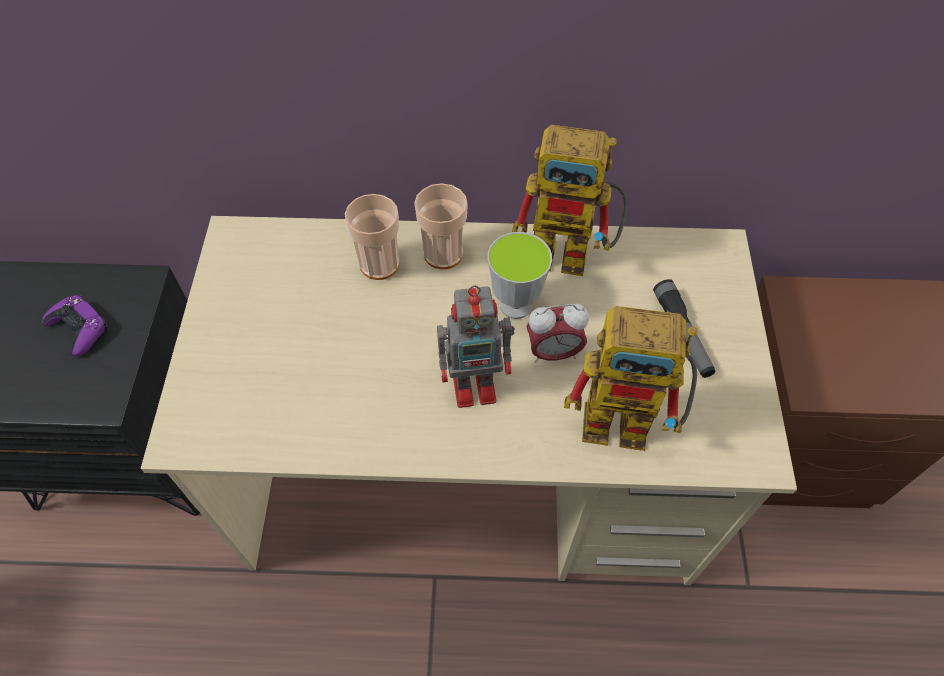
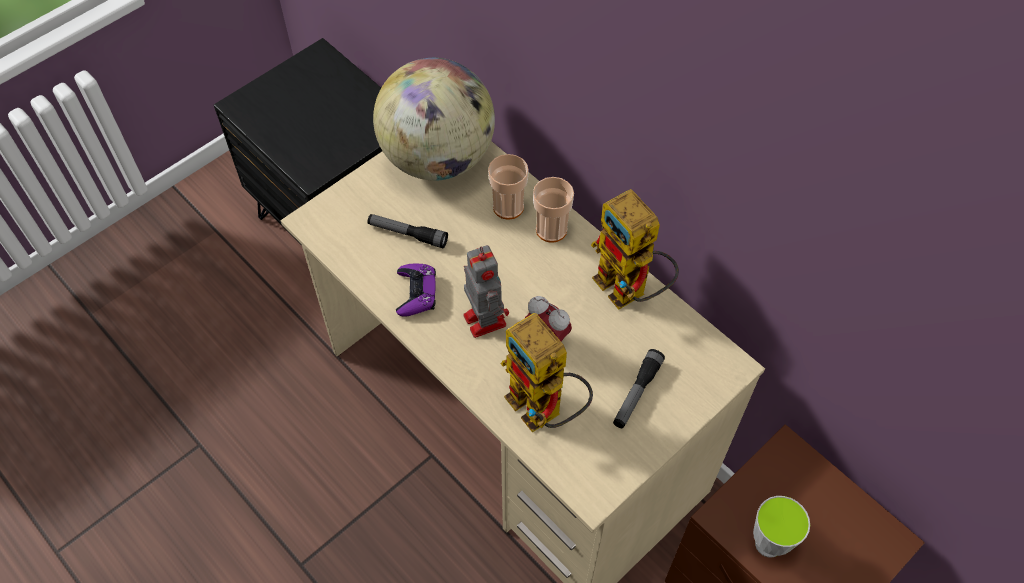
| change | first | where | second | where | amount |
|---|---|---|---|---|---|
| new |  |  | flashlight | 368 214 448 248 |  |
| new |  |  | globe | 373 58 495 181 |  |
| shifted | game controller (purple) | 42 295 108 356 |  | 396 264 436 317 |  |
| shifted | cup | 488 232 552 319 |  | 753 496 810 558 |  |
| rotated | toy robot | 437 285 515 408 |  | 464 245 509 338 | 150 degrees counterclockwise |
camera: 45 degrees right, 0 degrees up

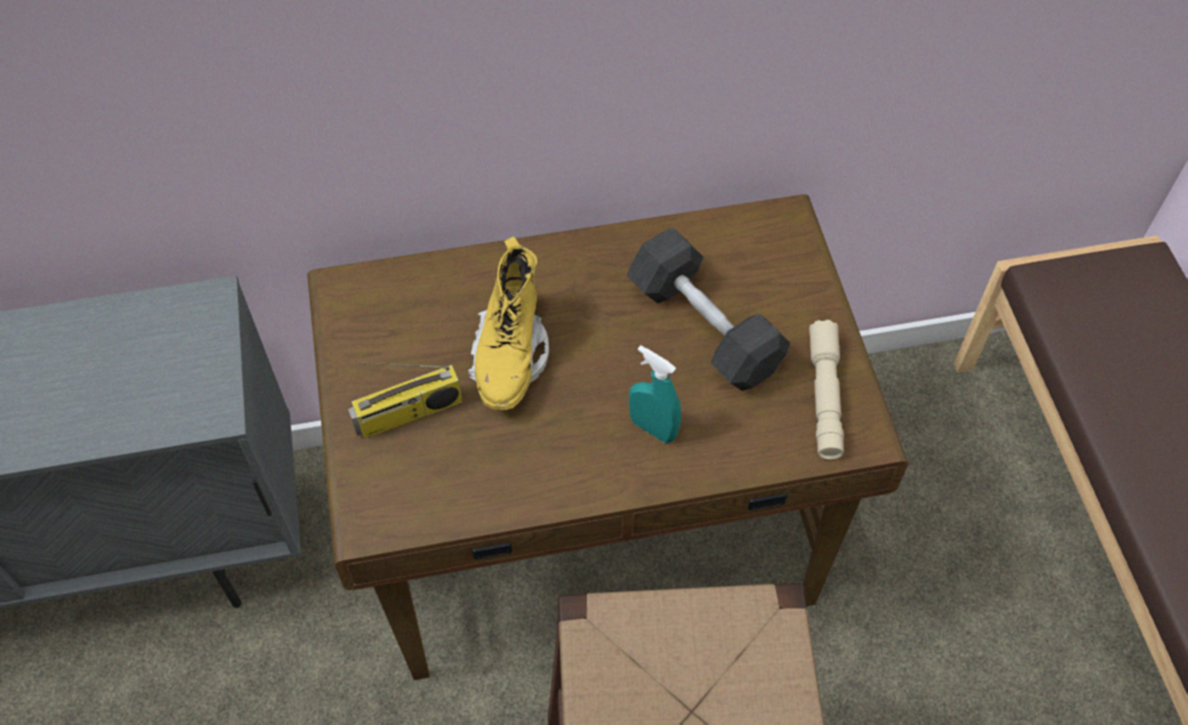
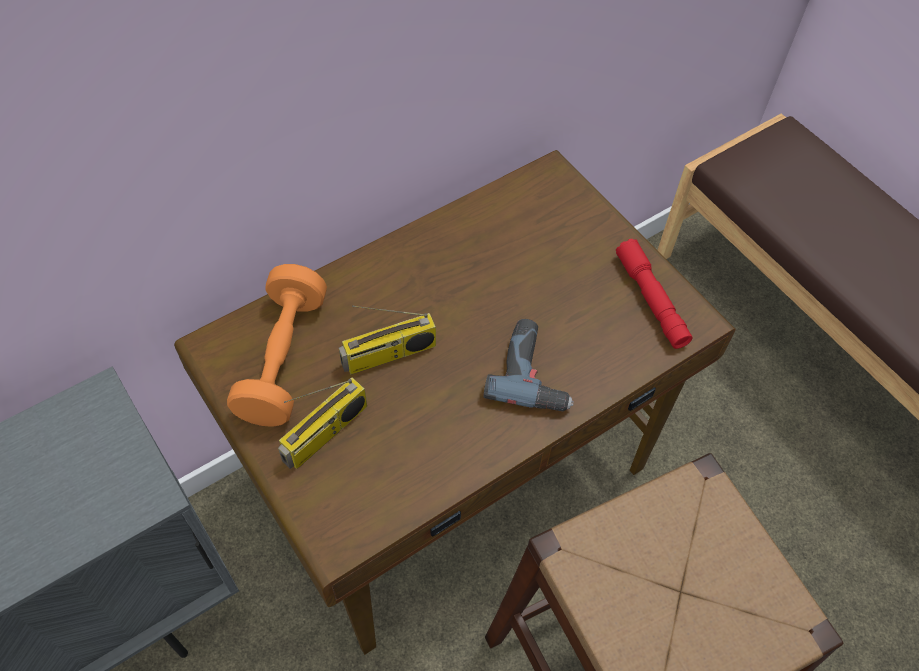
| change | first | where | second | where | amount |
|---|---|---|---|---|---|
| gone | dumbbell (grey) | 627 228 790 391 |  |  |  |
| new |  |  | dumbbell (orange) | 227 264 327 427 |  |
| swapped | boot (yellow) | 468 236 549 410 | radio | 339 305 436 375 |  |
| swapped | spray bottle (turquoise) | 629 345 681 443 | power drill | 483 319 574 411 |  |
| repainted | flashlight (beige) | 809 320 844 460 | flashlight (red) | 616 239 693 349 |  |
camera: 25 degrees left, 0 degrees up

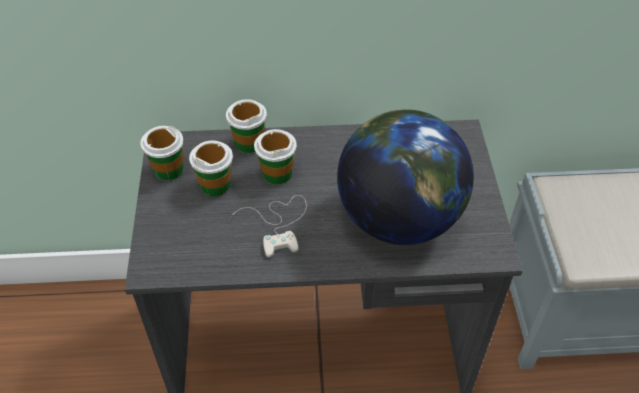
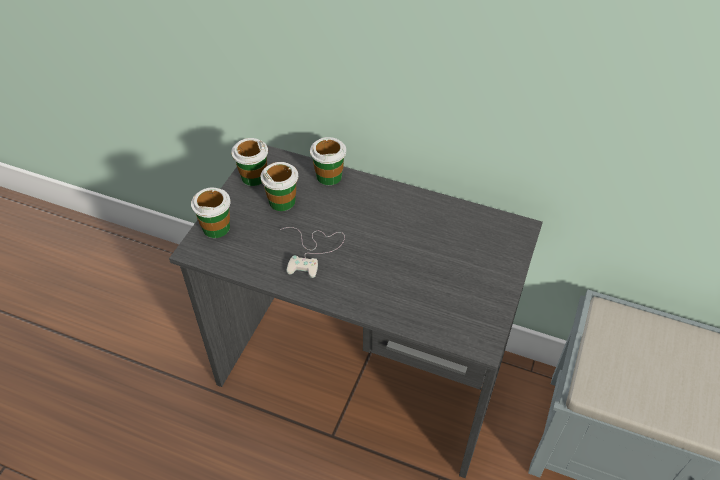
| change | first | where | second | where | amount |
|---|---|---|---|---|---|
| gone | globe | 337 109 474 245 |  |  |  |
| shifted | cup | 254 129 297 185 |  | 191 188 231 238 |  |
camera: 25 degrees right, 0 degrees up

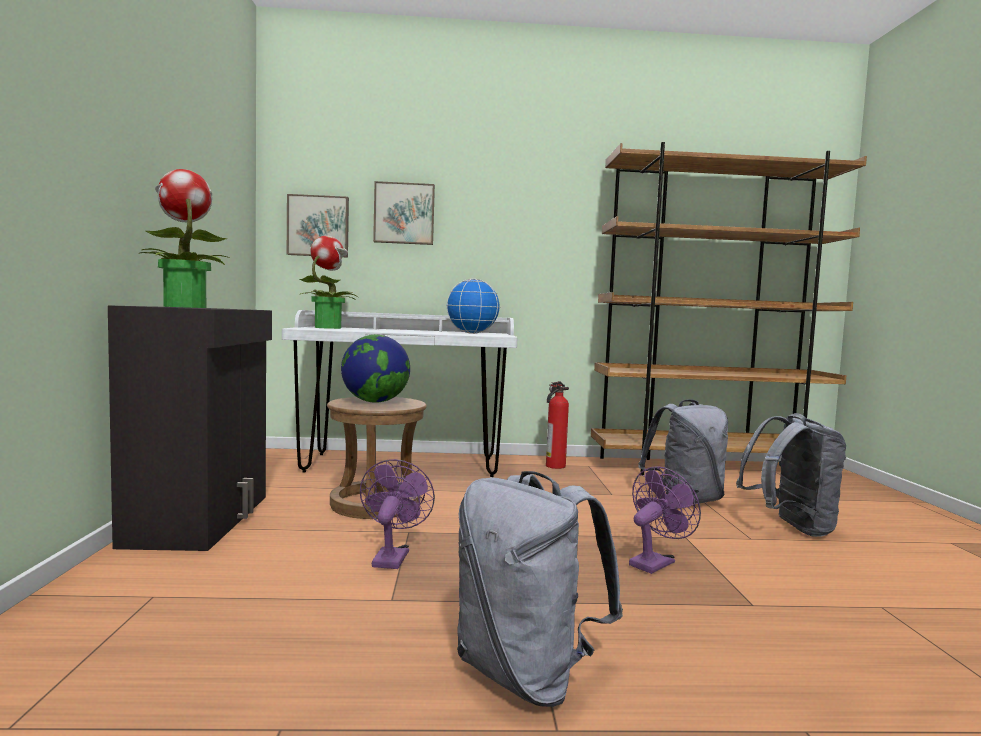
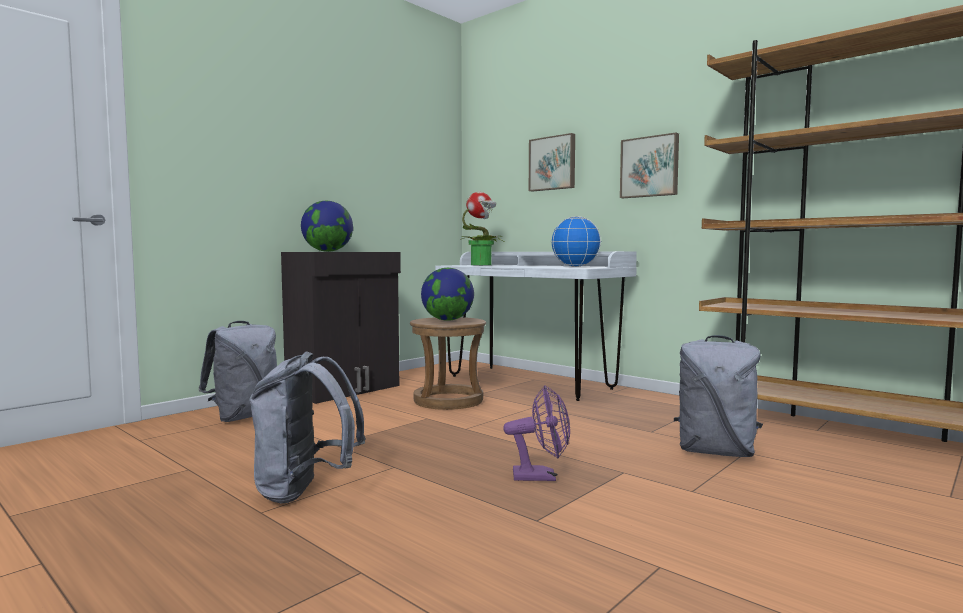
| change | first | where | second | where | amount |
|---|---|---|---|---|---|
| gone | fan (purple) | 360 459 435 569 |  |  |  |
| gone | fire extinguisher | 546 381 569 469 |  |  |  |
| shifted | picture | 287 194 349 257 |  | 620 133 679 198 |  |
| shifted | backpack (grey) | 736 413 846 537 |  | 199 321 277 422 |  |
| swapped | potted plant | 138 169 230 308 | globe | 301 201 353 252 |  |
camera: 45 degrees right, 0 degrees up

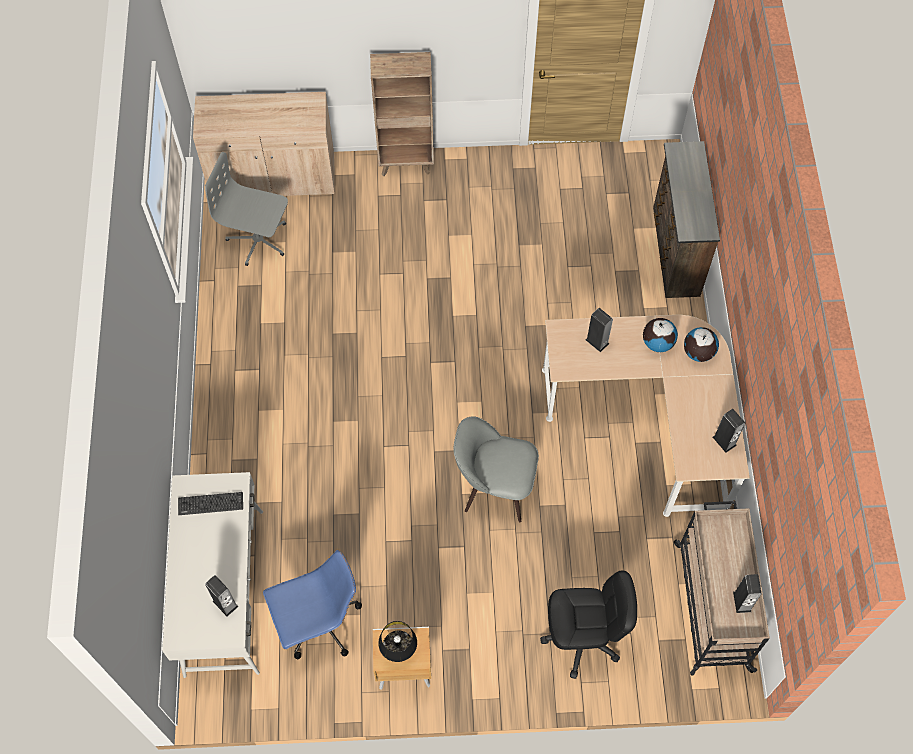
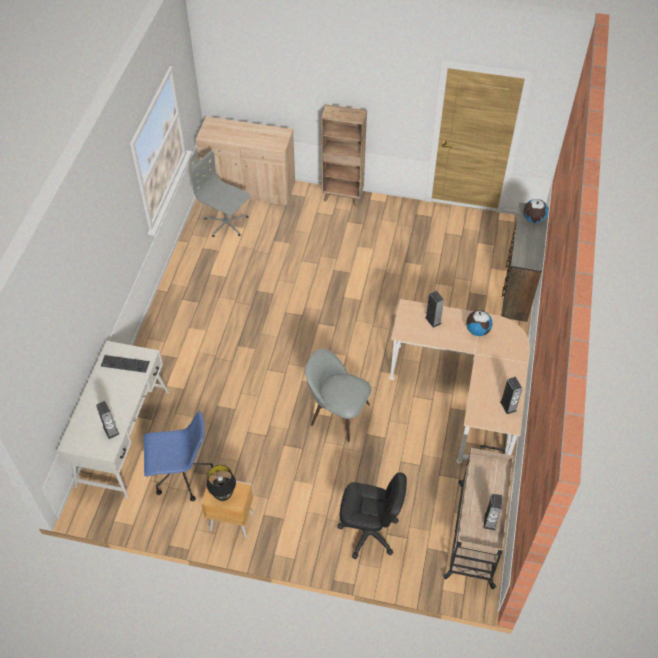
| change | first | where | second | where | amount |
|---|---|---|---|---|---|
| shifted | globe | 684 327 719 362 |  | 524 199 548 223 |  |
camera: 15 degrees right, 10 degrees down

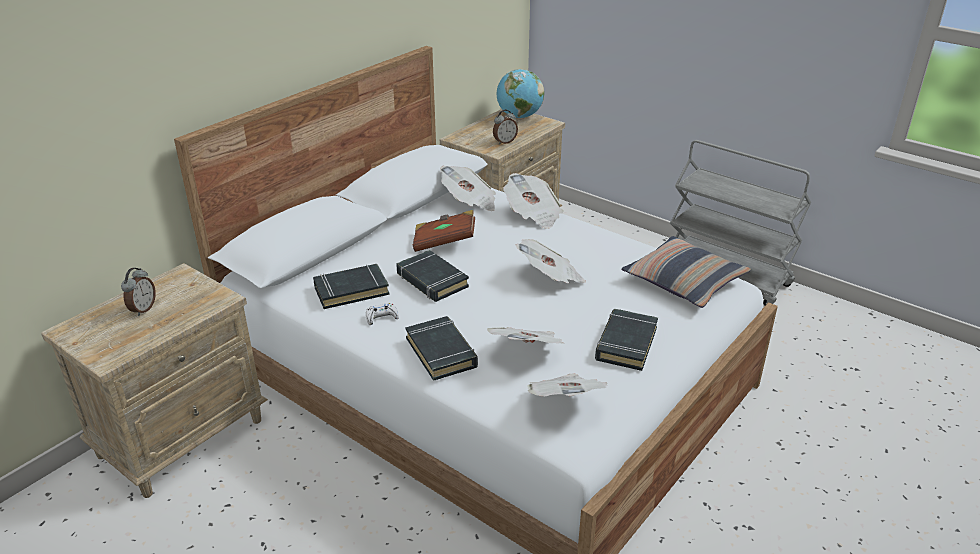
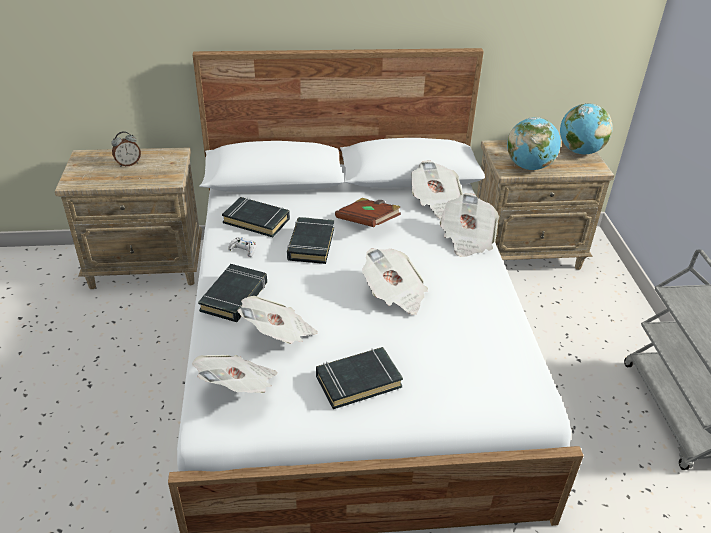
| change | first | where | second | where | amount |
|---|---|---|---|---|---|
| gone | pillow | 621 236 751 308 |  |  |  |
| swapped | alarm clock | 493 110 518 145 | globe | 507 117 561 170 |  |
camera: 45 degrees right, 5 degrees up

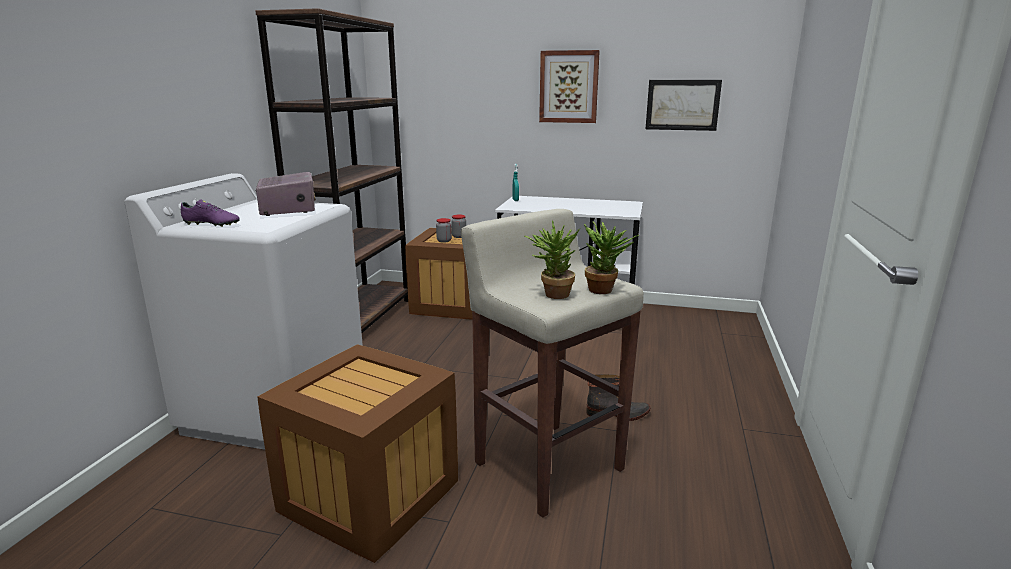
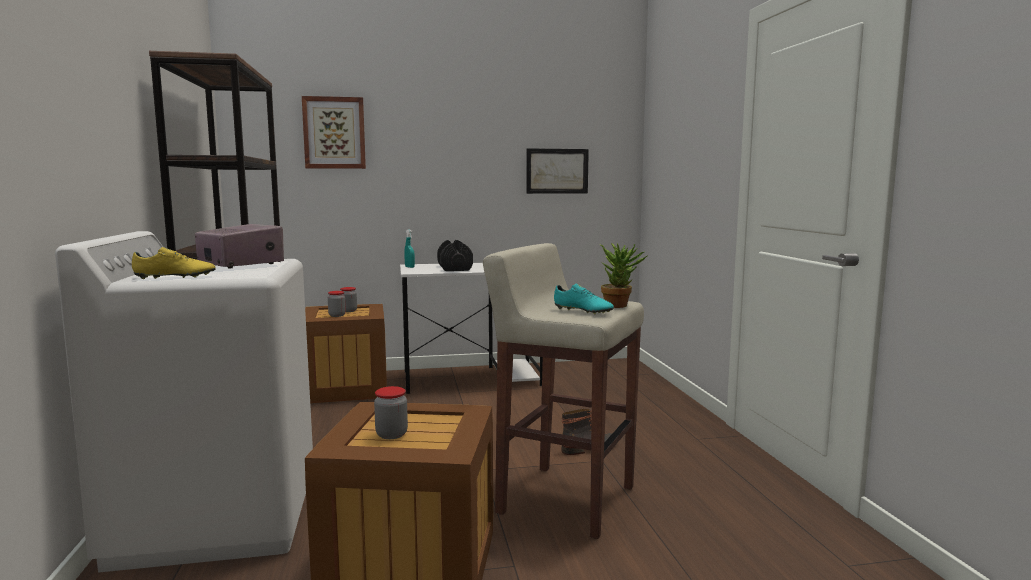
| change | first | where | second | where | amount |
|---|---|---|---|---|---|
| new |  |  | jar | 374 386 408 439 |  |
| new |  |  | dumbbell (black) | 437 240 473 271 |  |
| shifted | picture | 539 50 600 123 |  | 302 96 366 169 |  |
| swapped | potted plant | 524 220 580 299 | shoe (turquoise) | 554 283 614 314 |  |
| repainted | shoe (purple) | 181 199 240 227 | shoe (yellow) | 132 247 216 279 |  |
camera: 25 degrees left, 10 degrees down

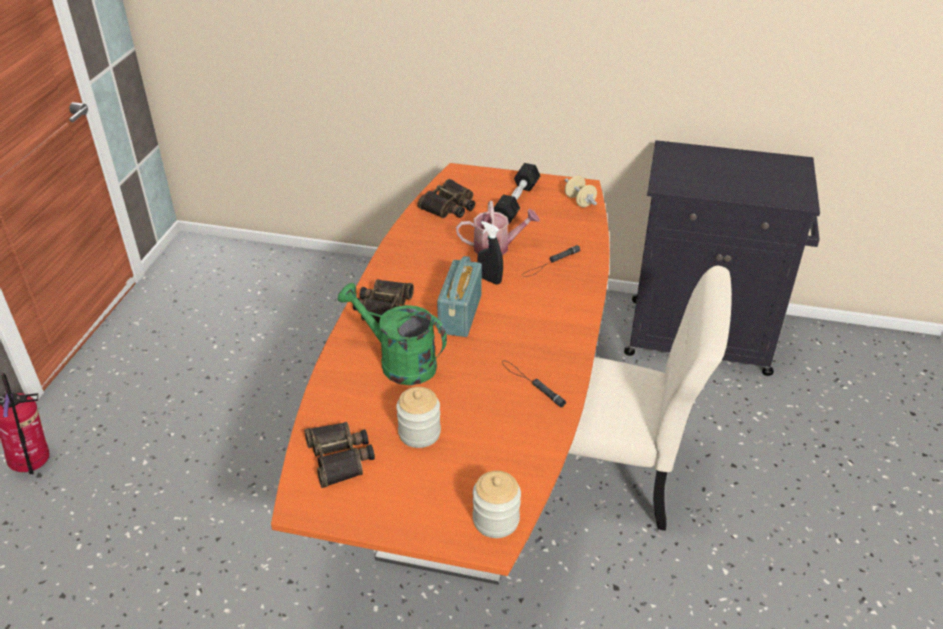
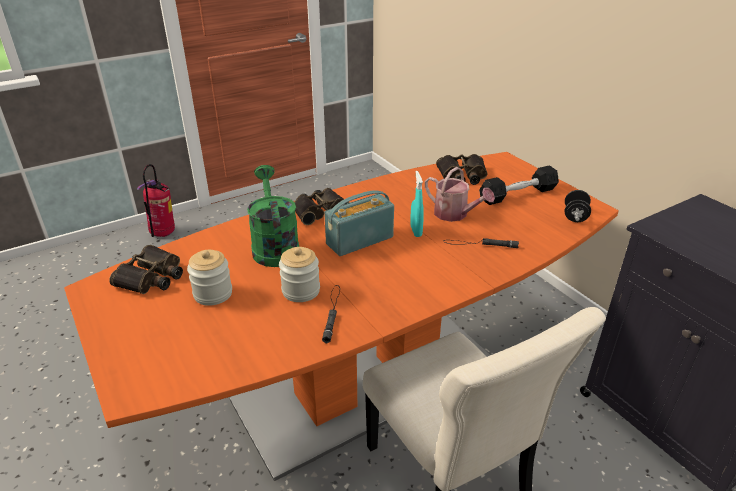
| change | first | where | second | where | amount |
|---|---|---|---|---|---|
| shifted | jar | 473 471 521 538 |  | 279 247 320 302 |  |
| repainted | spray bottle (black) | 477 221 503 285 | spray bottle (turquoise) | 410 171 424 237 |  |
| repainted | dumbbell (beige) | 565 176 597 207 | dumbbell (black) | 564 190 591 222 |  |
camera: 45 degrees right, 5 degrees down

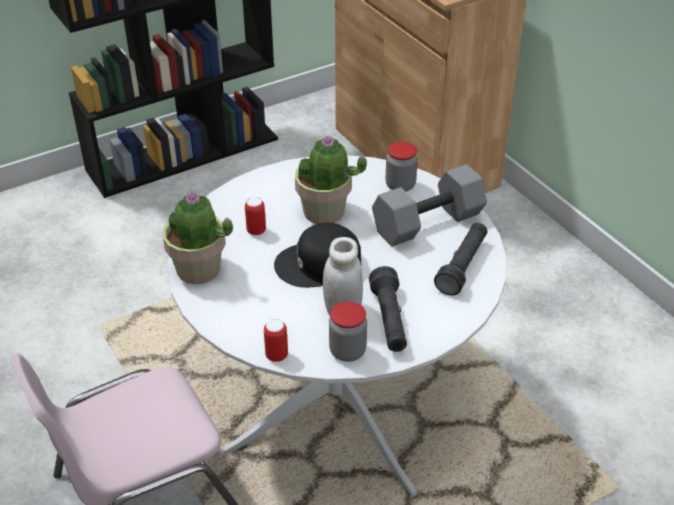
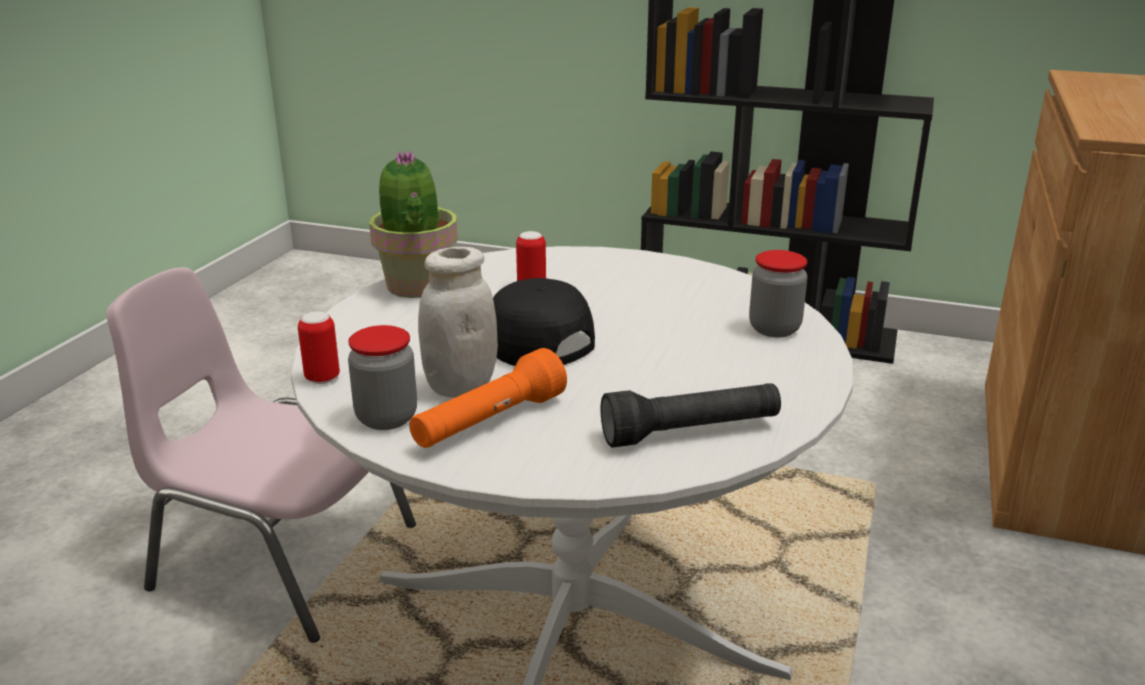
| change | first | where | second | where | amount |
|---|---|---|---|---|---|
| gone | potted plant | 295 135 367 224 |  |  |  |
| gone | dumbbell (grey) | 372 164 487 247 |  |  |  |
| repainted | flashlight (black) | 369 266 407 352 | flashlight (orange) | 409 348 567 448 |  |
camera: 50 degrees right, 15 degrees down

